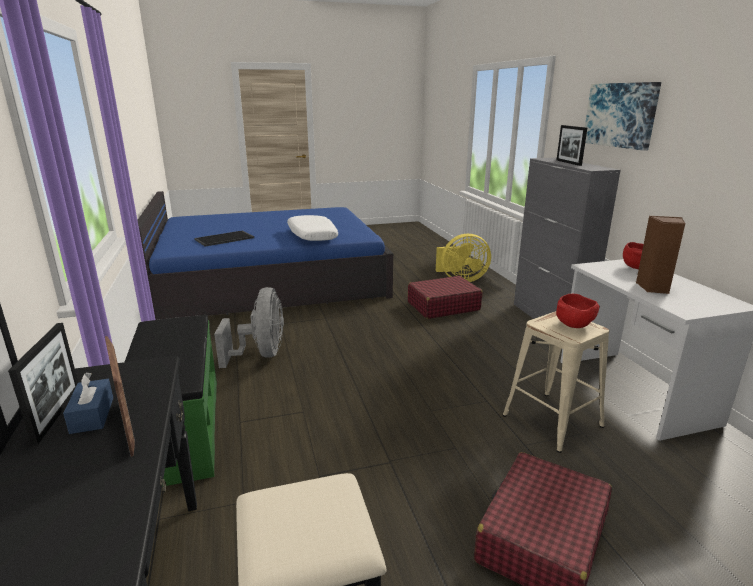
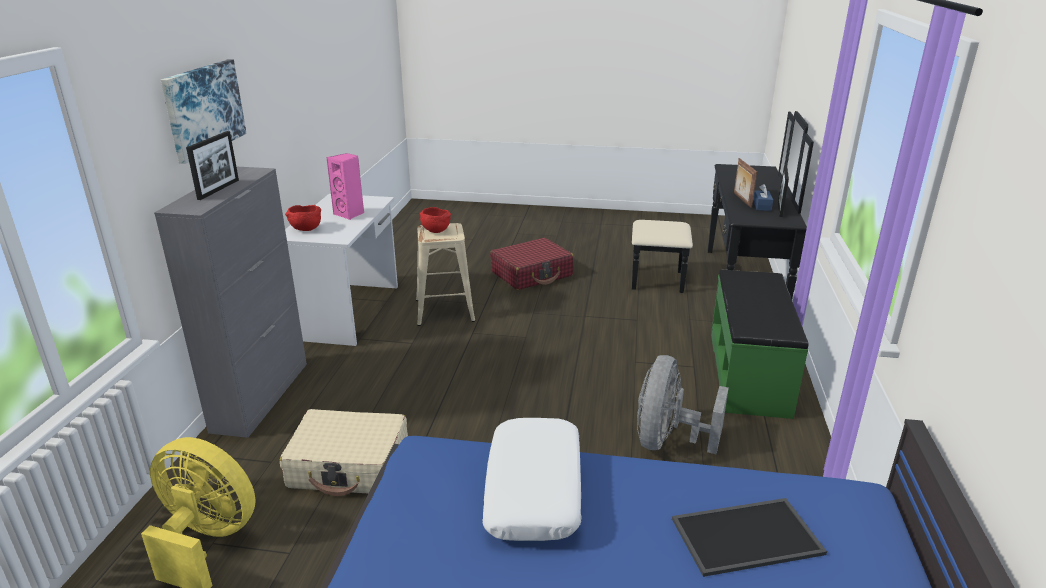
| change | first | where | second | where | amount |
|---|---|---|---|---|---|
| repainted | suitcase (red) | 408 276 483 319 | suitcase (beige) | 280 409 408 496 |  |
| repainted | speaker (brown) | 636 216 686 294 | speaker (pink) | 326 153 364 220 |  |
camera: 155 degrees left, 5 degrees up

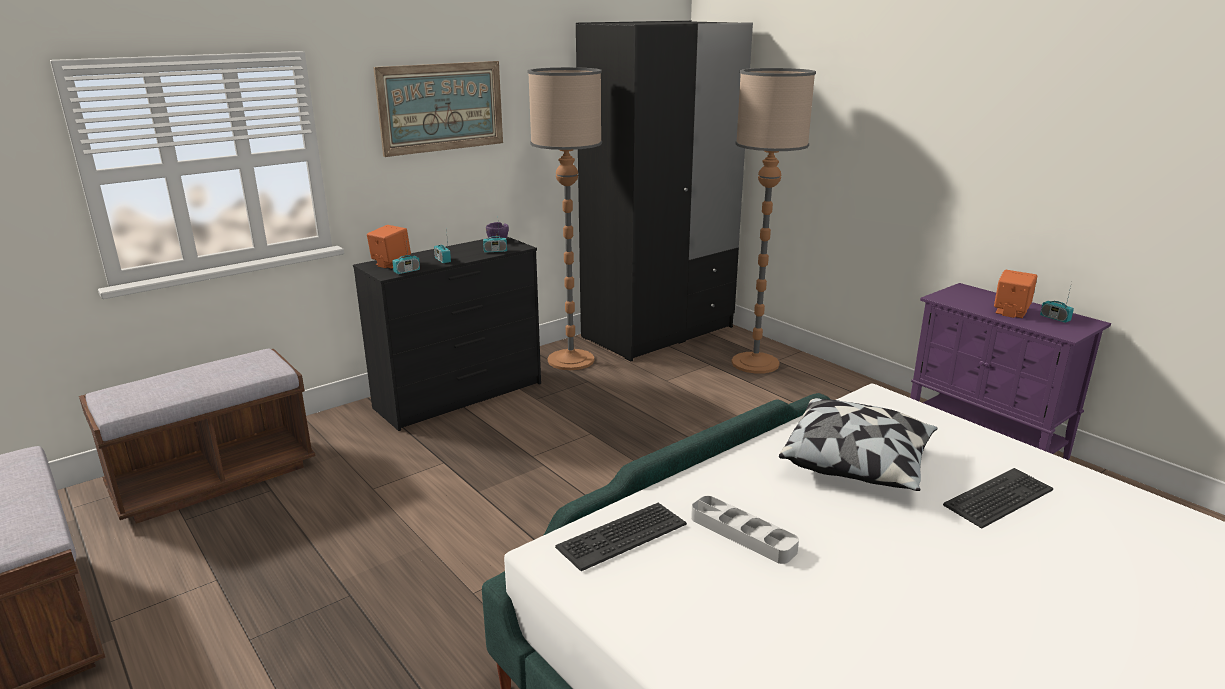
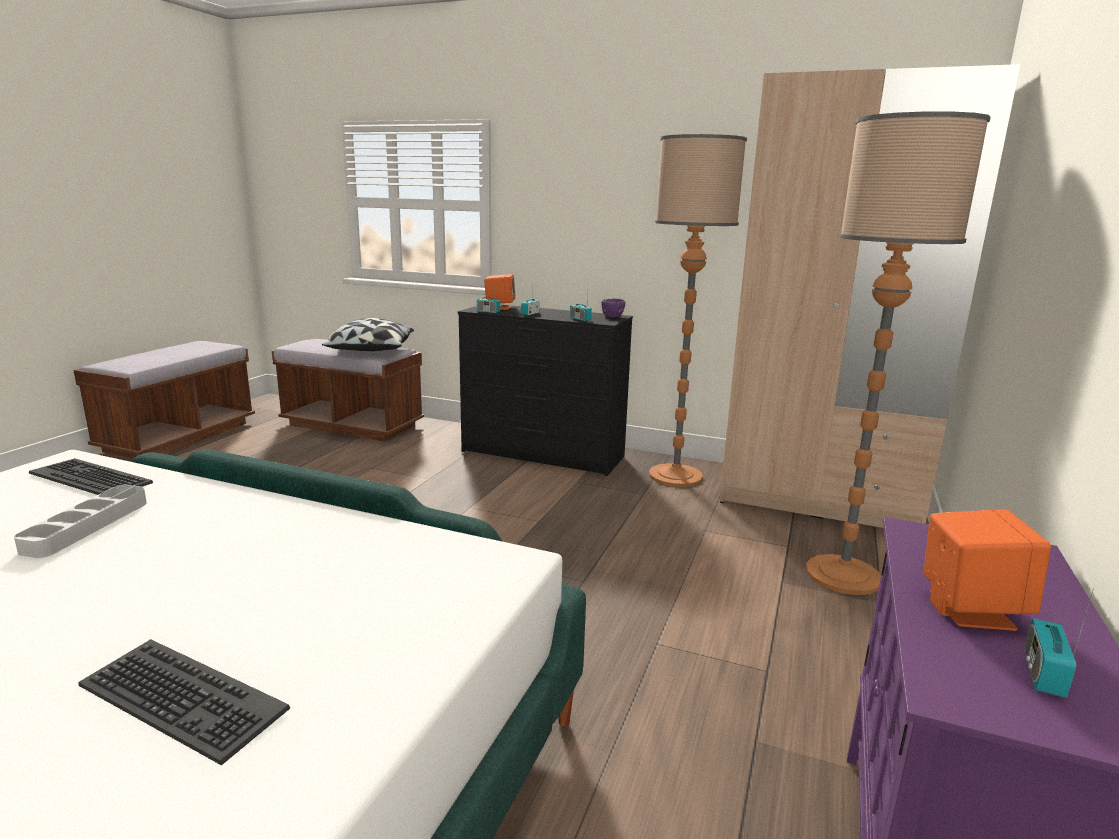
| change | first | where | second | where | amount |
|---|---|---|---|---|---|
| gone | picture | 373 61 503 157 |  |  |  |
| shifted | pillow | 779 398 938 491 |  | 322 318 414 351 |  |
| repainted | wardrobe (black) | 576 21 753 361 | wardrobe (beige) | 720 64 1020 528 |  |
camera: 60 degrees right, 5 degrees down

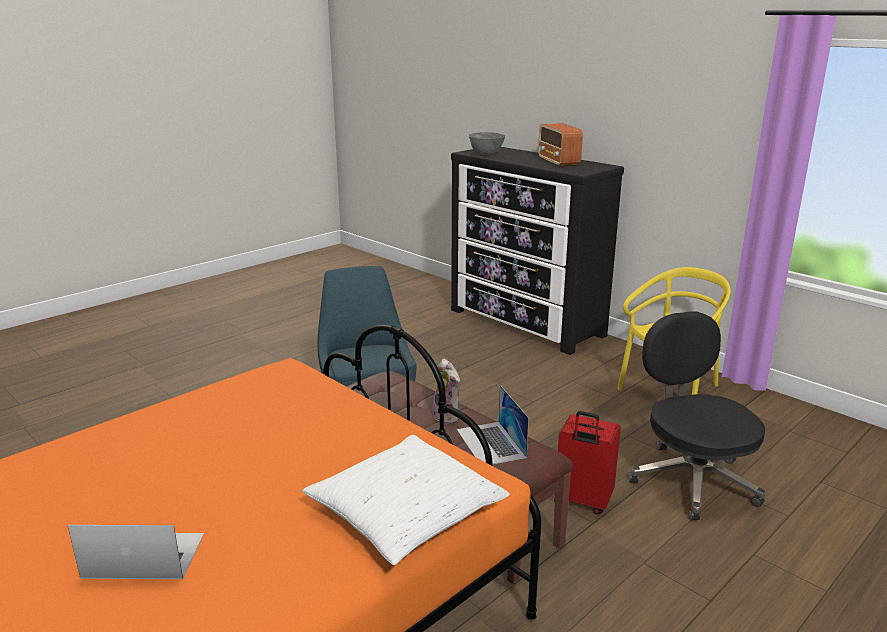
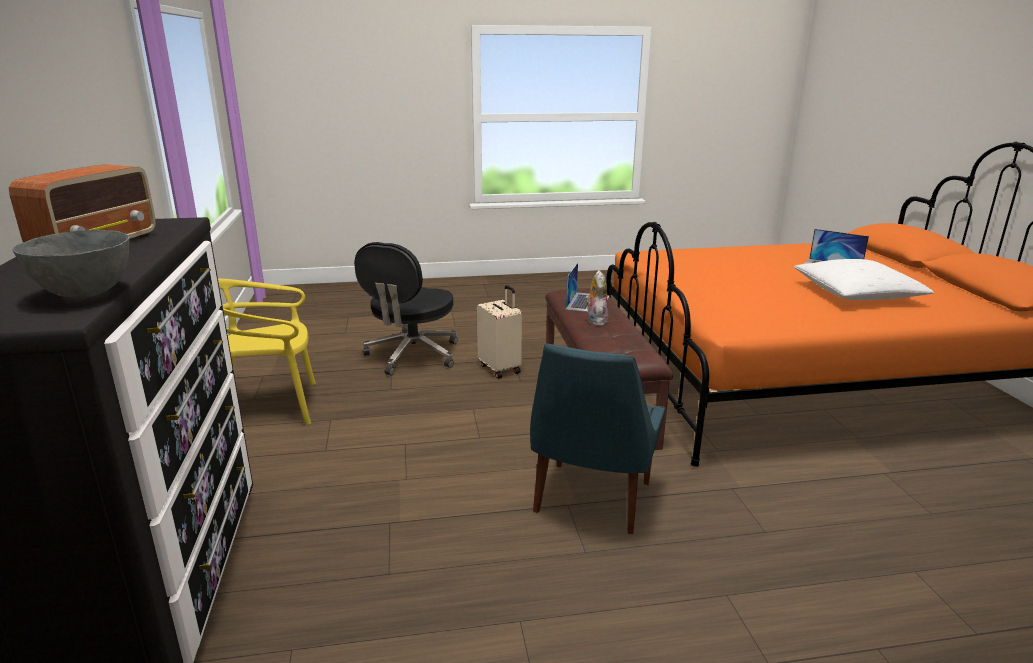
| change | first | where | second | where | amount |
|---|---|---|---|---|---|
| shifted | pillow (white) | 302 435 510 565 |  | 794 259 934 300 |  |
| repainted | suitcase (red) | 554 411 621 514 | suitcase (beige) | 477 285 522 378 |  |
camera: 145 degrees left, 0 degrees up

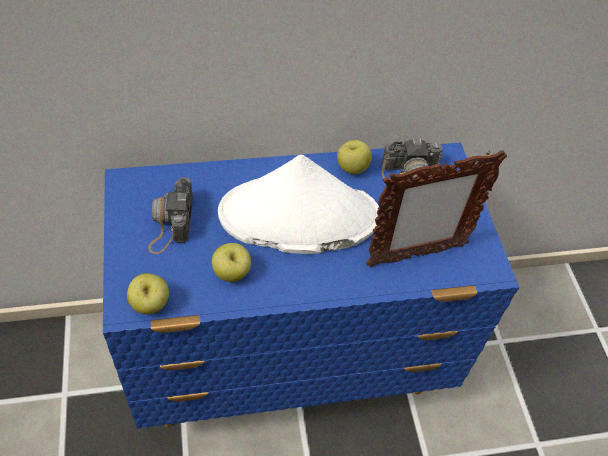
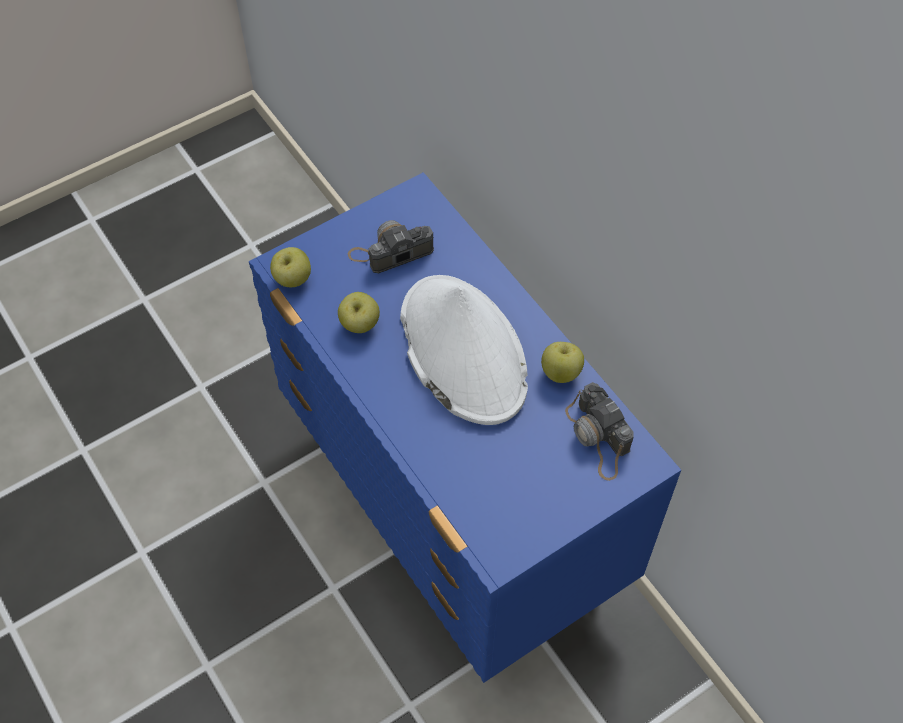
| change | first | where | second | where | amount |
|---|---|---|---|---|---|
| gone | picture frame | 366 150 507 268 |  |  |  |
camera: 70 degrees right, 5 degrees up

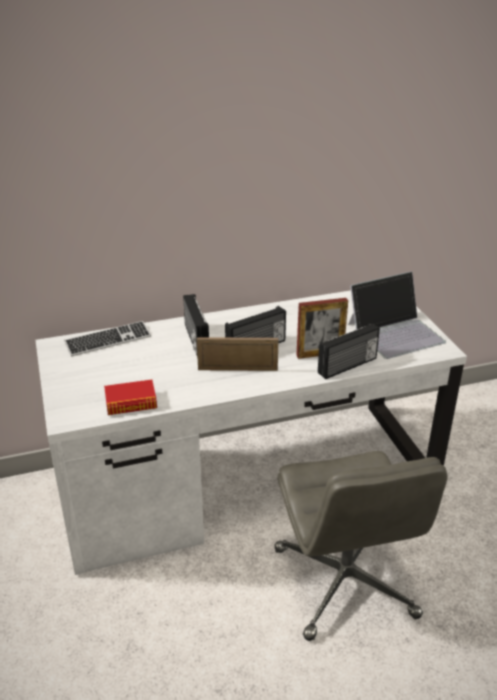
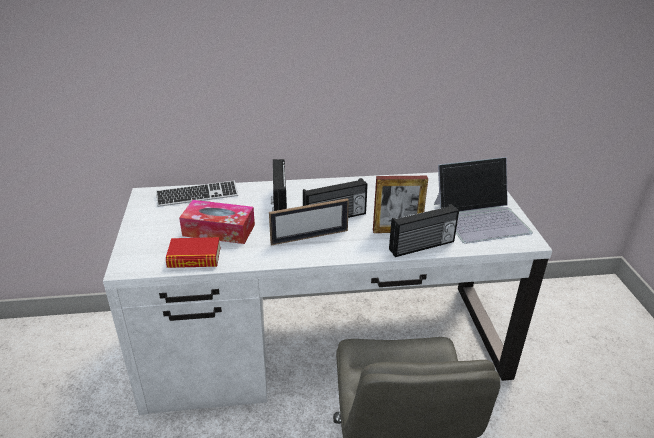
| change | first | where | second | where | amount |
|---|---|---|---|---|---|
| new |  |  | tissue box | 179 200 255 244 |  |
| rotated | picture frame | 197 337 278 371 |  | 269 198 349 245 | 150 degrees clockwise |
camera: 10 degrees right, 0 degrees up

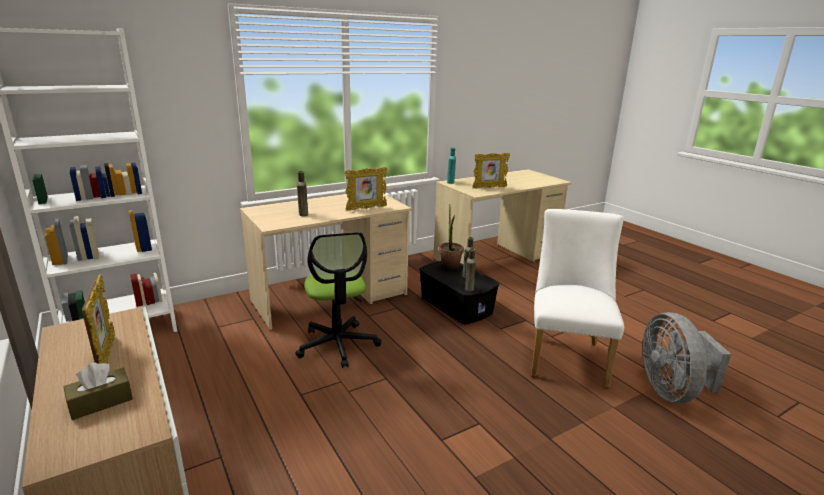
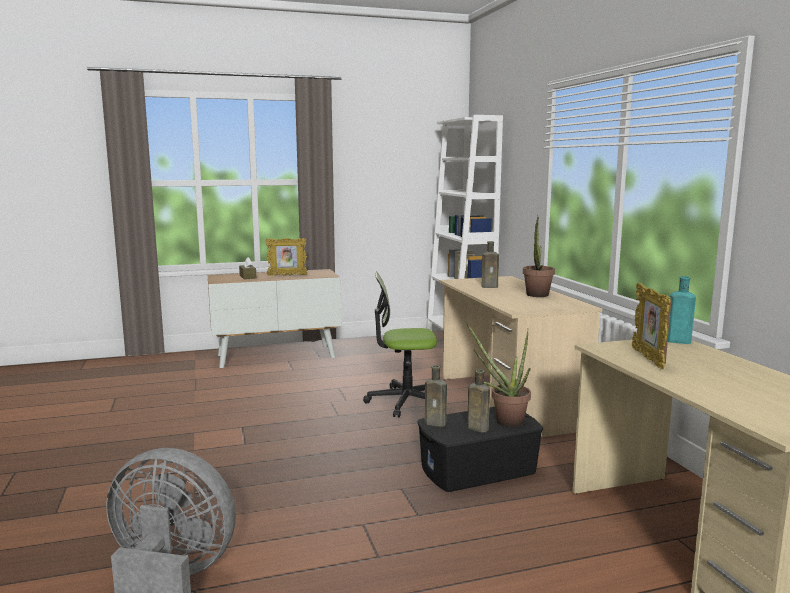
| change | first | where | second | where | amount |
|---|---|---|---|---|---|
| gone | picture frame | 345 167 387 211 |  |  |  |
| gone | chair (white) | 531 209 624 388 |  |  |  |
| new |  |  | potted plant | 523 215 555 297 |  |
camera: 105 degrees right, 10 degrees down

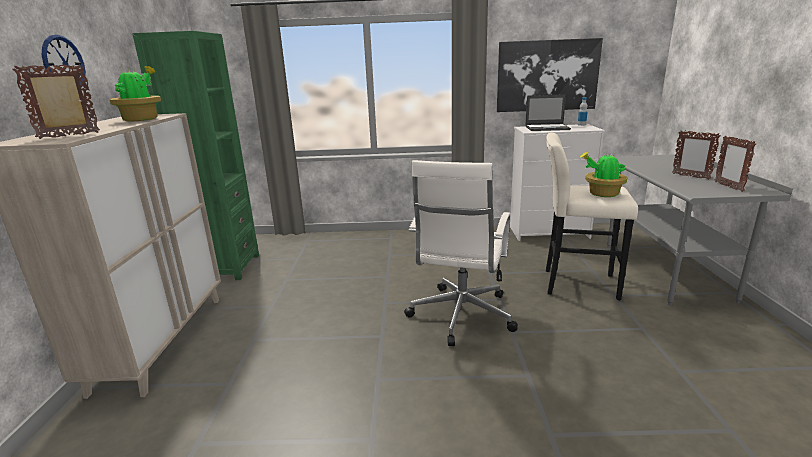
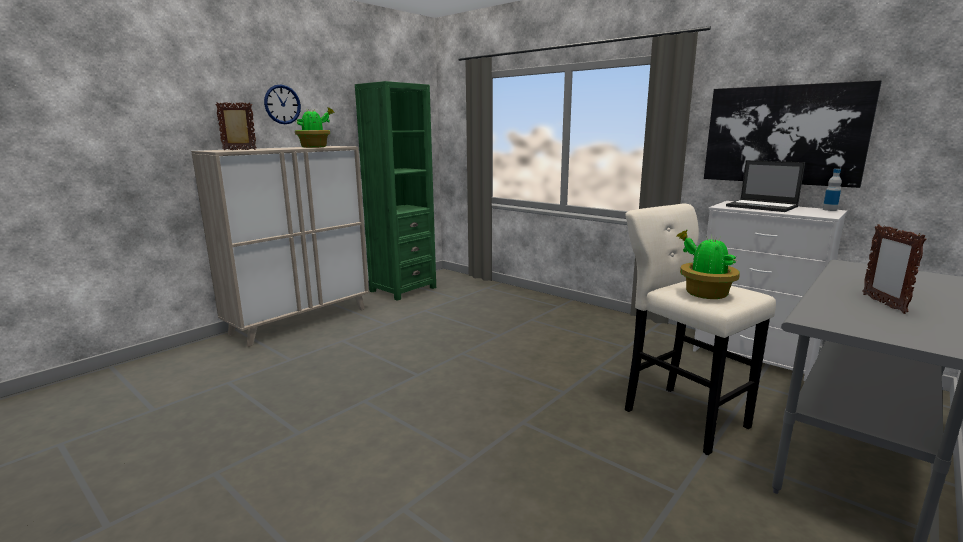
| change | first | where | second | where | amount |
|---|---|---|---|---|---|
| gone | office chair (white) | 404 160 518 346 |  |  |  |
| gone | picture frame | 715 136 756 192 |  |  |  |
camera: 40 degrees right, 5 degrees down

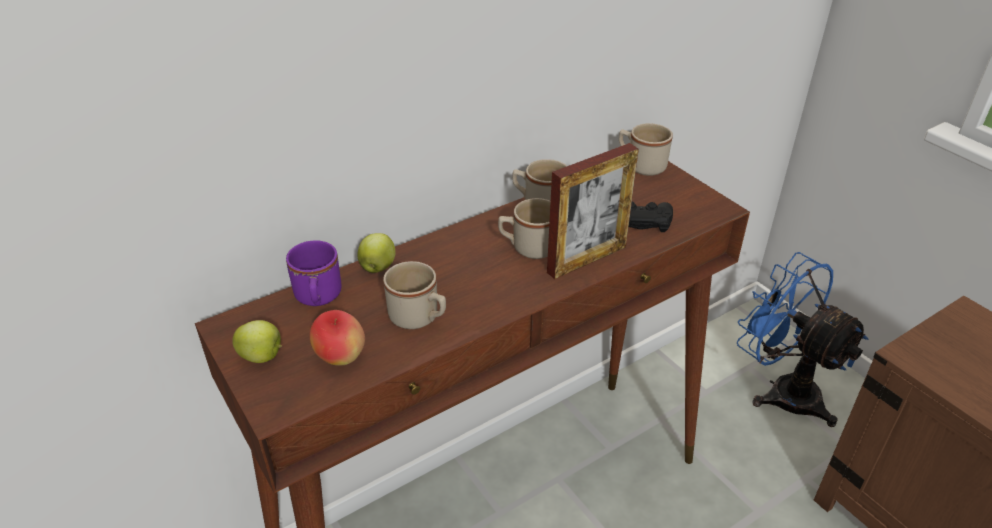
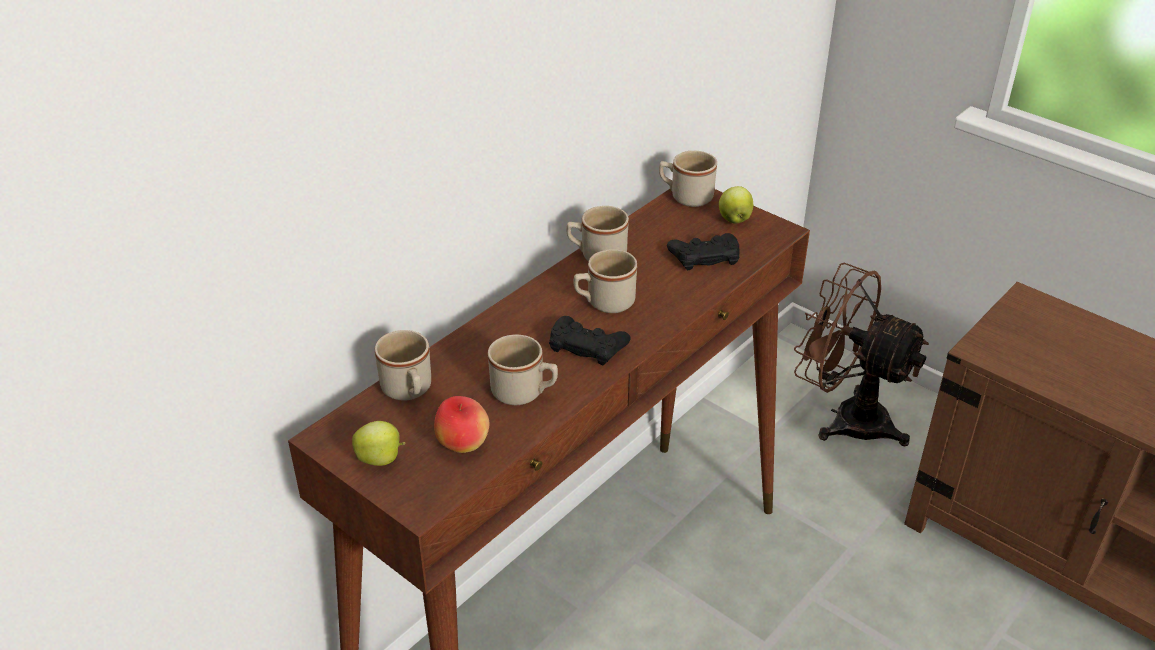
| change | first | where | second | where | amount |
|---|---|---|---|---|---|
| gone | picture frame | 547 143 639 279 |  |  |  |
| new |  |  | game controller (black) | 549 316 631 365 |  |
| shifted | apple | 357 233 396 273 |  | 719 186 753 224 |  |
| repainted | mug (purple) | 286 240 342 306 | mug (beige) | 375 330 431 401 |  |
| repainted | fan (blue) | 737 252 869 427 | fan (brown) | 794 263 929 447 |  |
camera: 15 degrees left, 0 degrees up

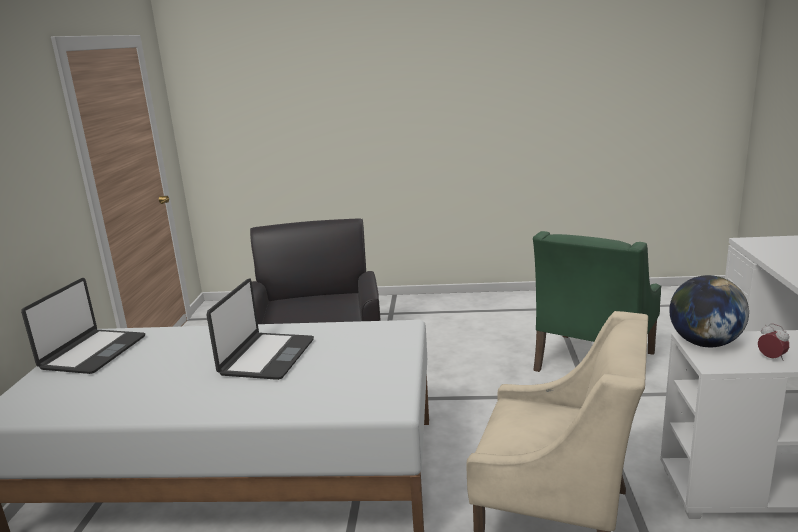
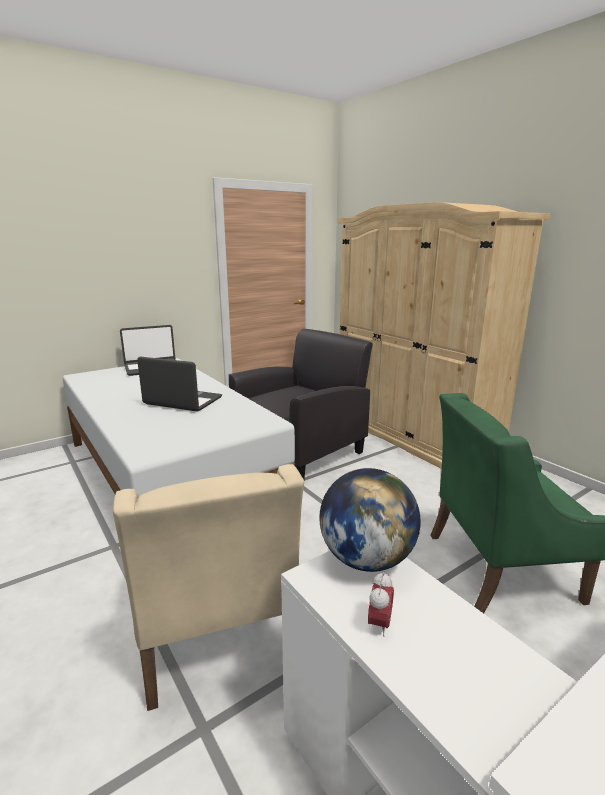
| change | first | where | second | where | amount |
|---|---|---|---|---|---|
| new |  |  | wardrobe (beige) | 338 202 550 469 |  |
| rotated | laptop | 207 278 314 380 |  | 137 357 222 412 | 135 degrees counterclockwise |
camera: 50 degrees right, 0 degrees up

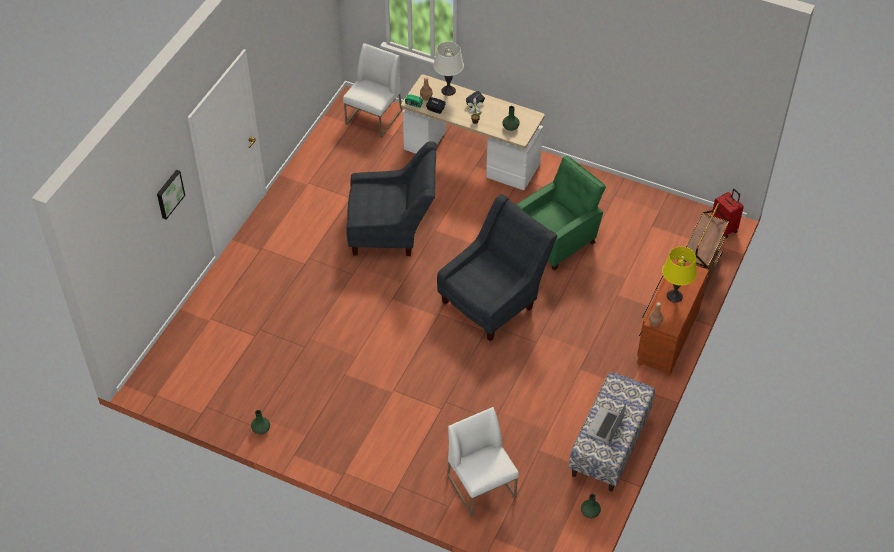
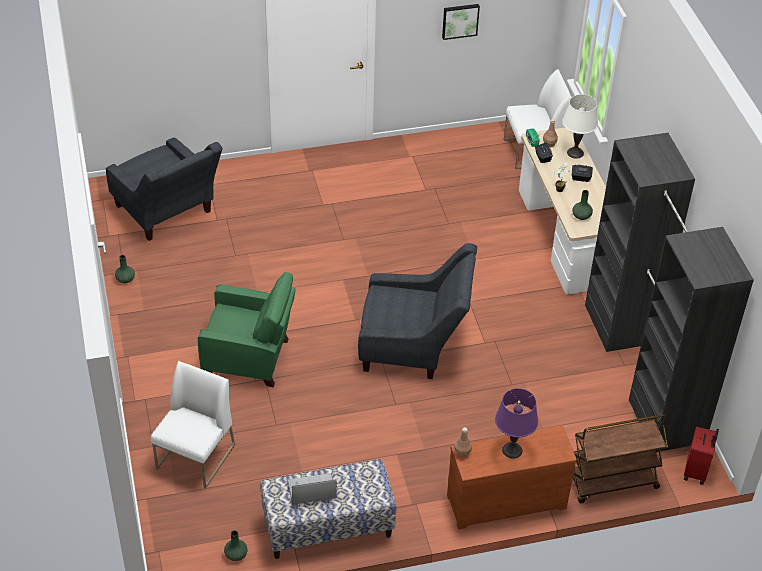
| change | first | where | second | where | amount |
|---|---|---|---|---|---|
| new |  |  | wardrobe (black) | 585 133 754 452 |  |
| shifted | picture | 157 170 185 220 |  | 442 4 480 40 |  |
| shifted | armchair (grey) | 346 141 437 256 |  | 106 138 223 241 |  |
| shifted | armchair (green) | 517 156 606 271 |  | 198 272 296 388 |  |
| repainted | table lamp (yellow) | 662 247 697 303 | table lamp (purple) | 495 388 538 459 |  |
camera: 50 degrees right, 5 degrees down

